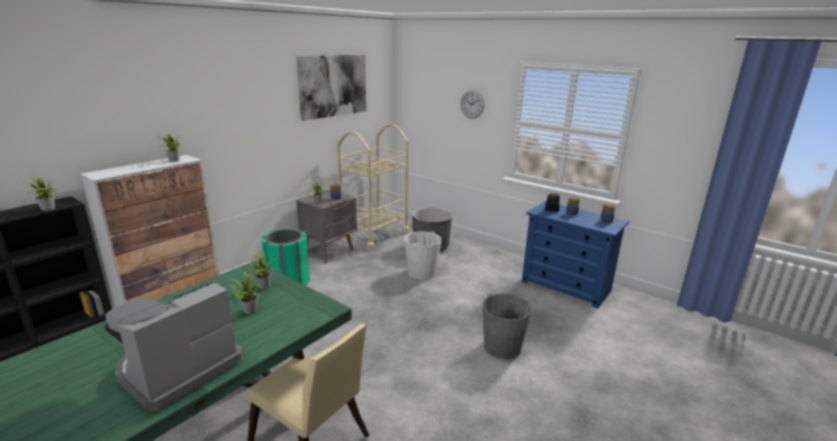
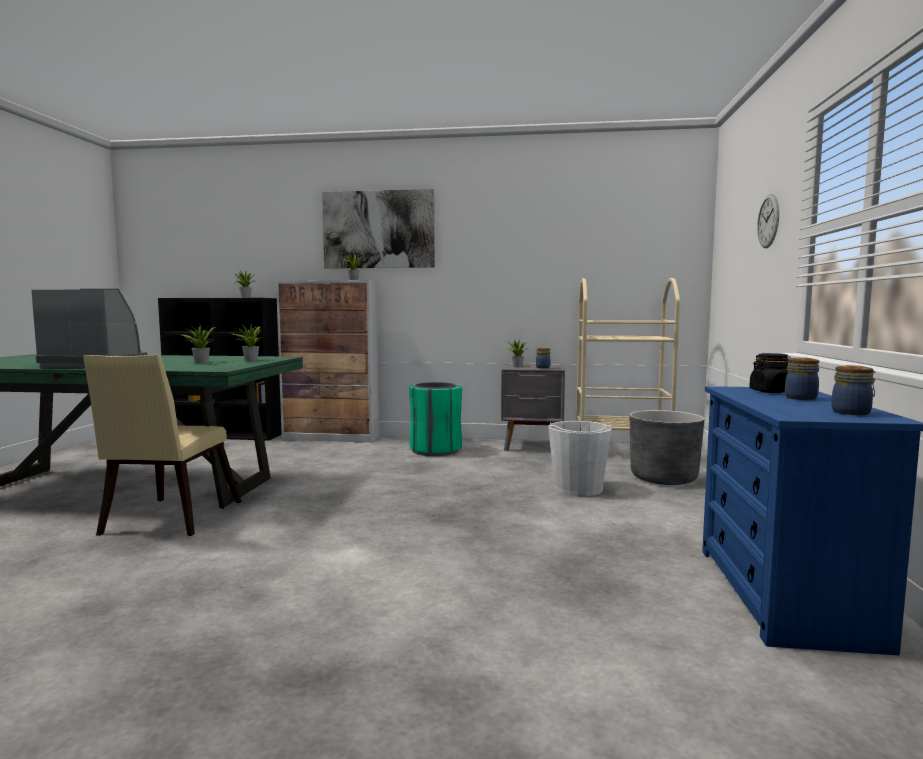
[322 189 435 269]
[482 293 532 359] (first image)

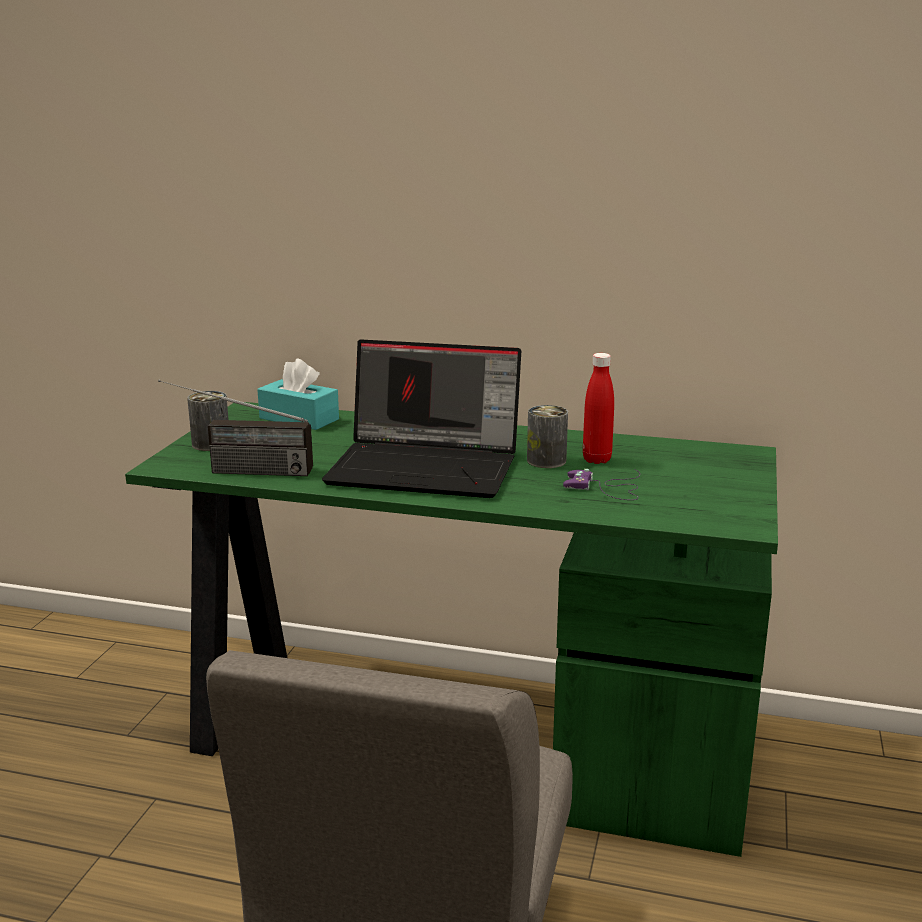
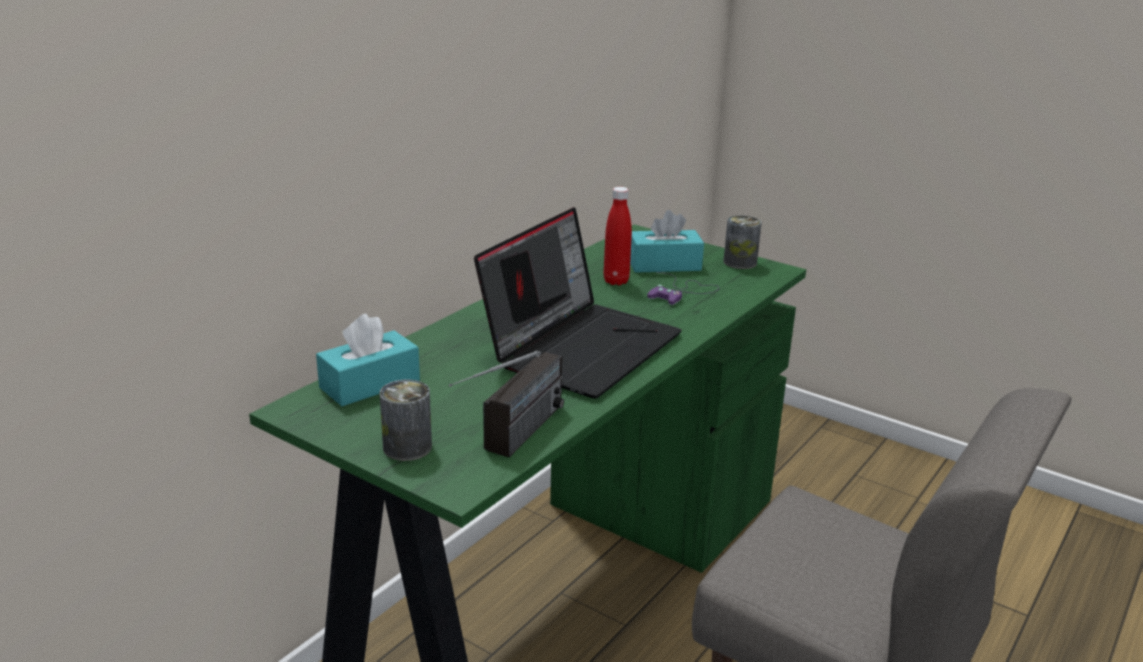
[723 215 762 269]
[630 210 704 273]

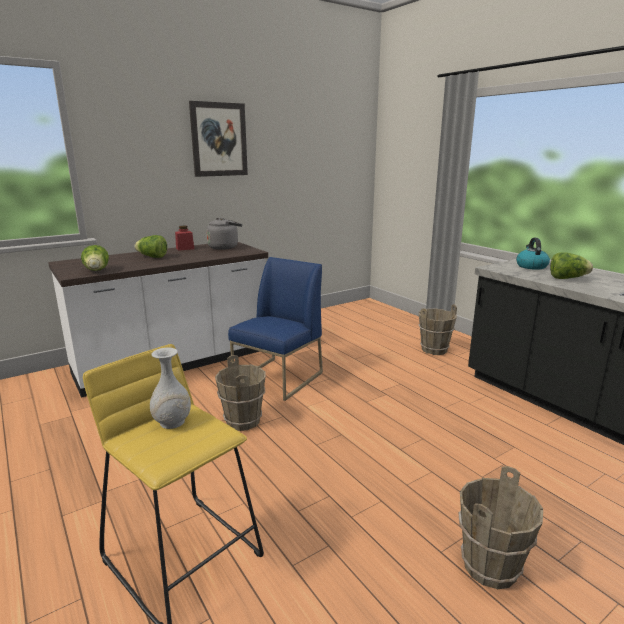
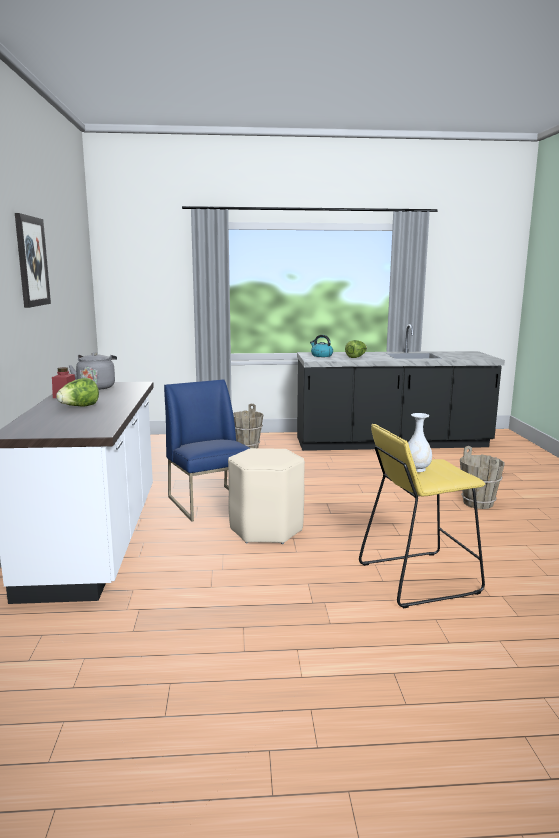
[81 245 109 271] (first image)
[228 448 305 544]

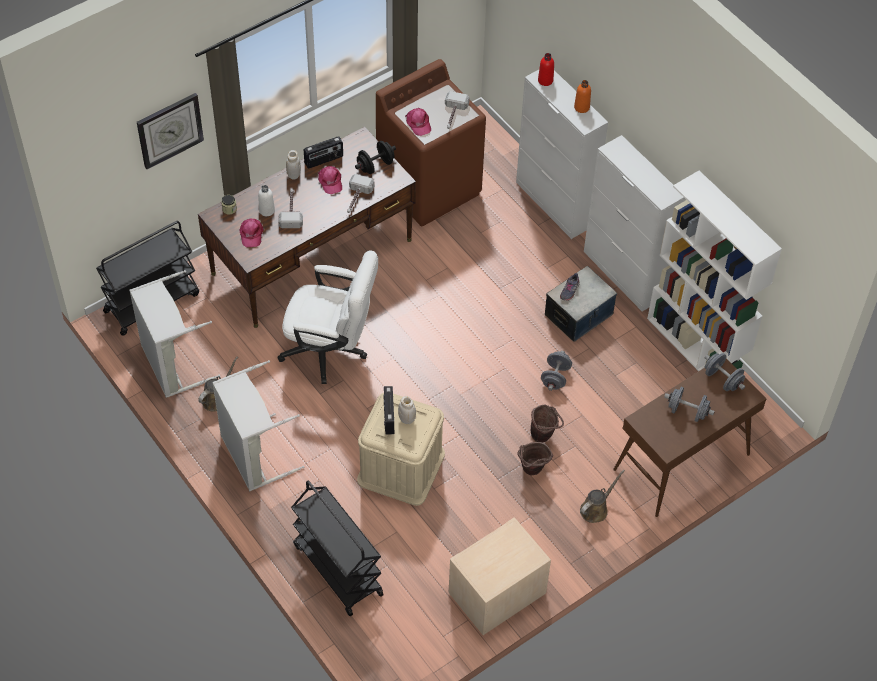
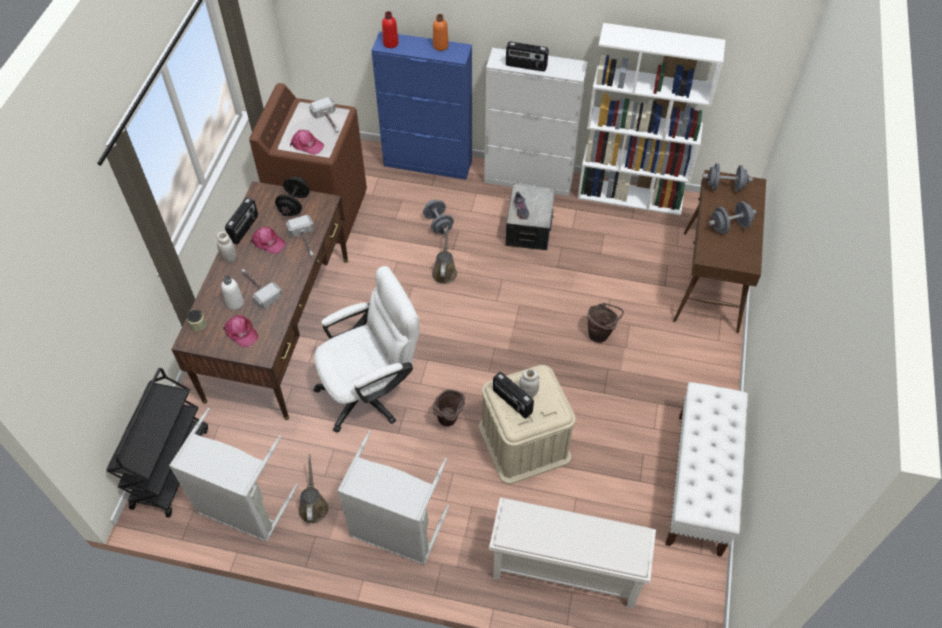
[371 31 472 180]
[137 93 204 169] (first image)
[423 200 454 234]
[432 389 465 426]
[432 226 457 284]
[489 498 656 608]
[665 382 748 557]
[506 42 549 72]

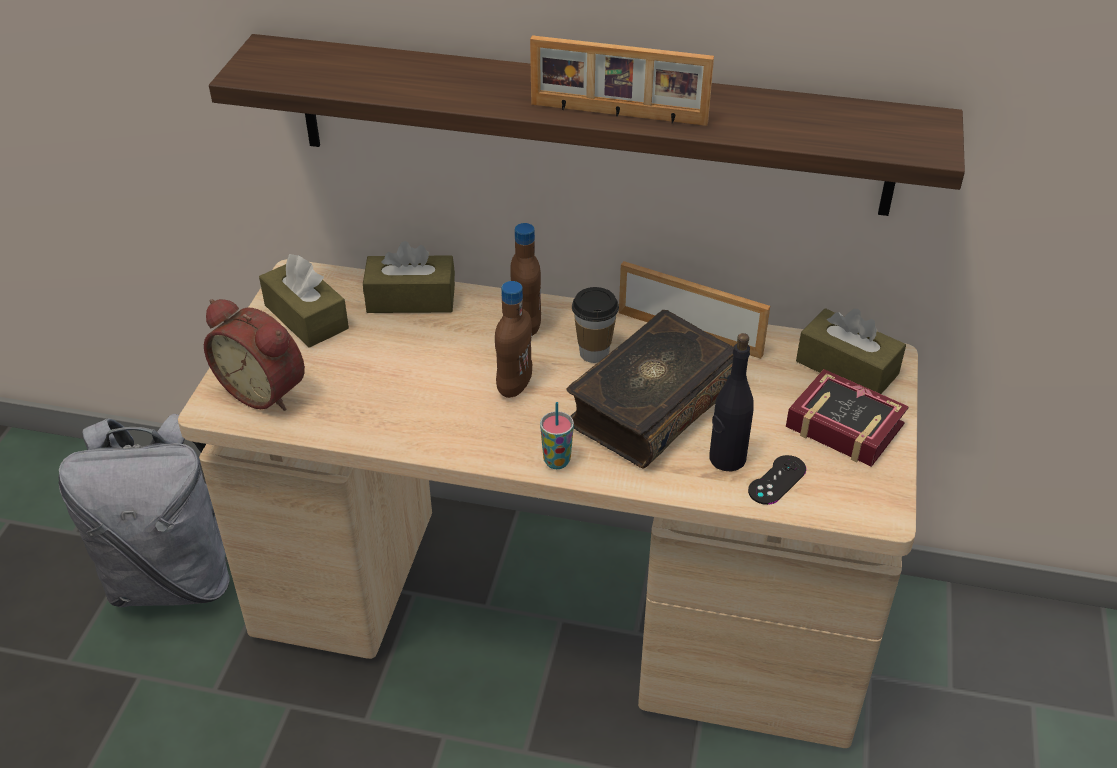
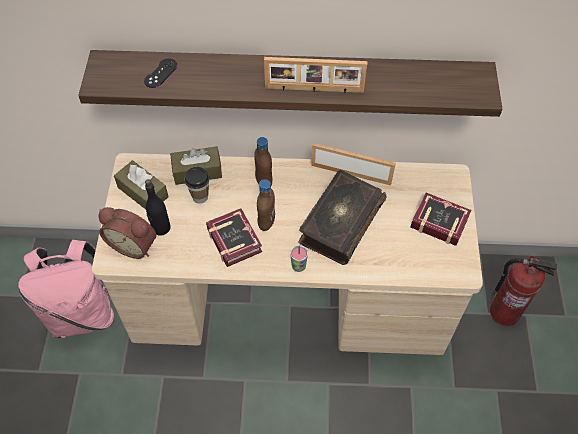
[184 167 210 204]
[796 308 906 394] (first image)
[145 179 170 236]
[18 240 114 338]
[144 59 177 88]
[206 208 262 267]
[490 256 558 326]

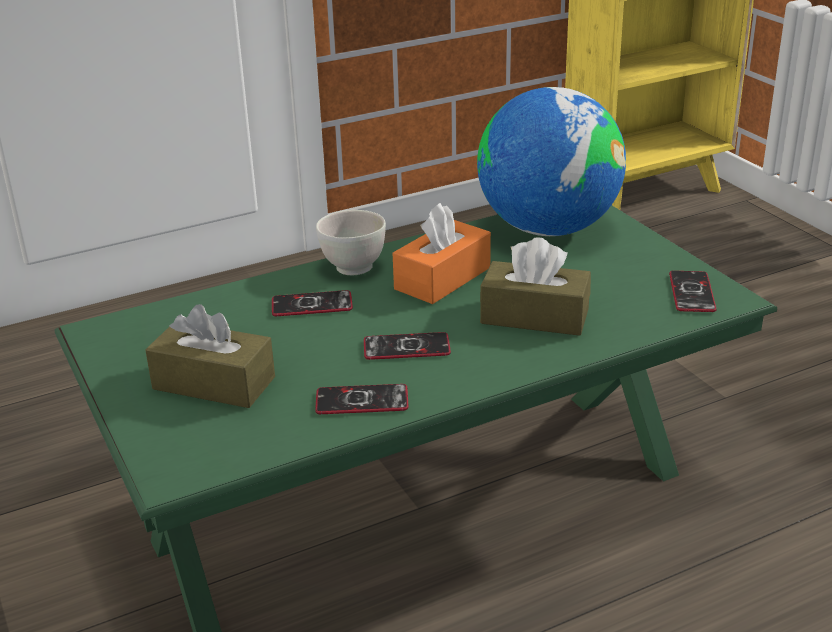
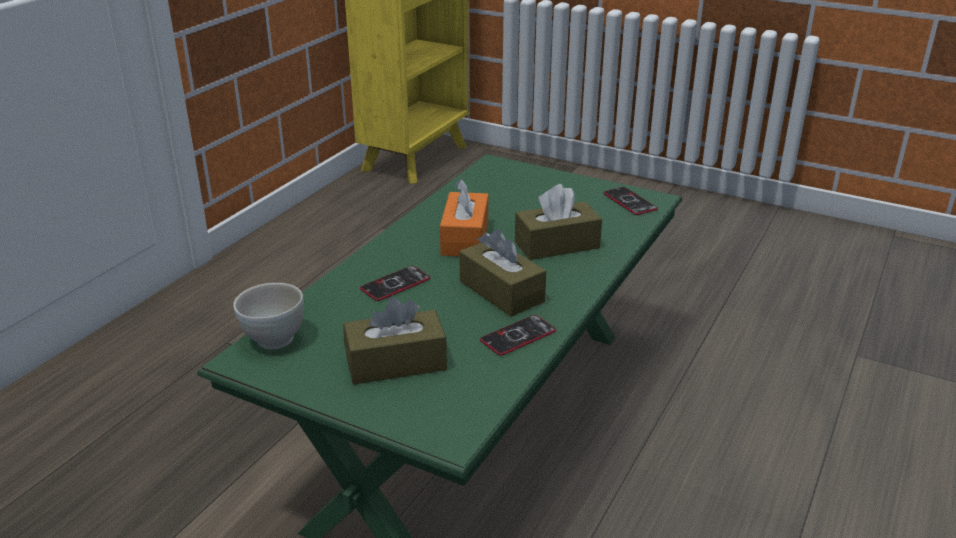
[477 87 626 236] (first image)
[233 283 304 349]
[459 229 546 316]

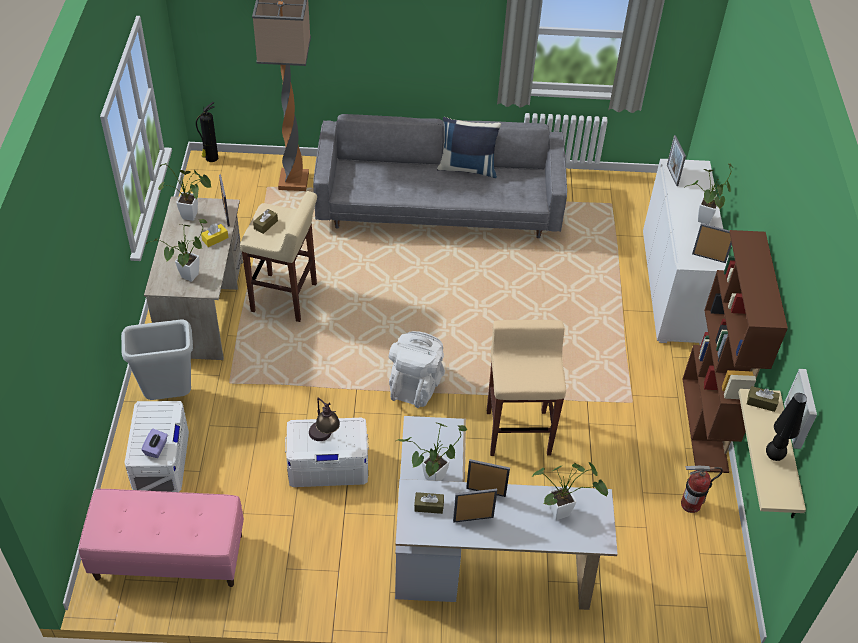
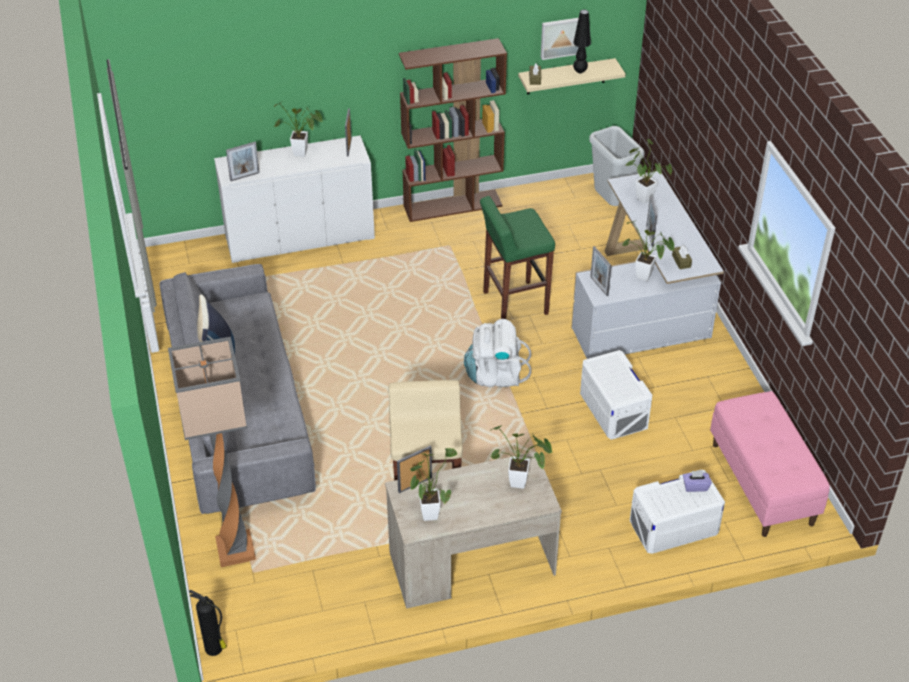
[253 209 278 234] (first image)
[201 223 228 247] (first image)
[589 126 645 206]
[480 196 555 319]
[309 397 340 441] (first image)
[681 466 723 513] (first image)
[590 246 611 296]

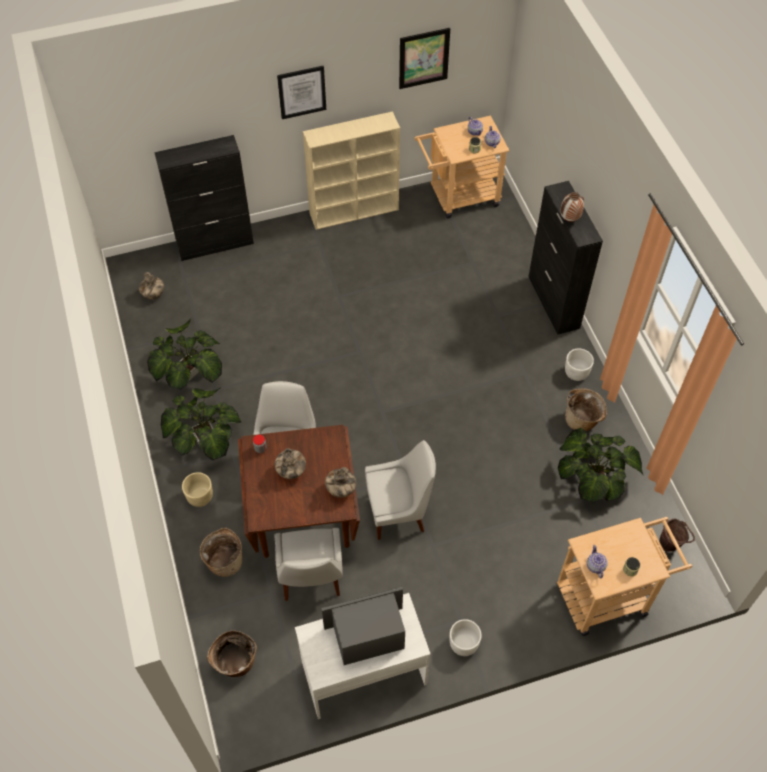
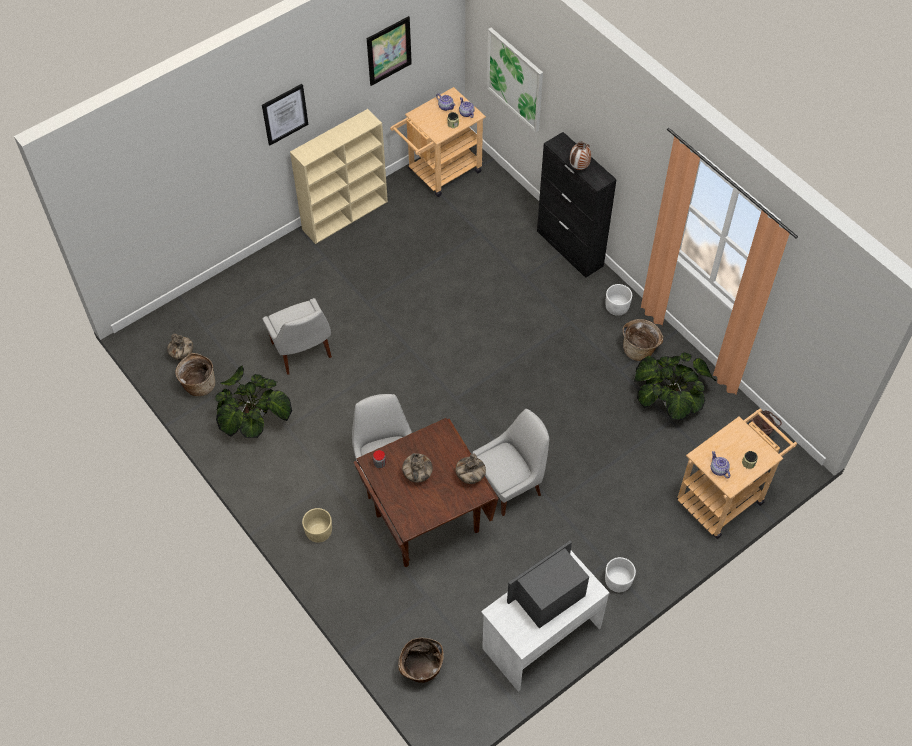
[154 135 254 261] (first image)
[161 387 241 461] (first image)
[175 353 215 396]
[262 298 332 375]
[487 28 543 132]

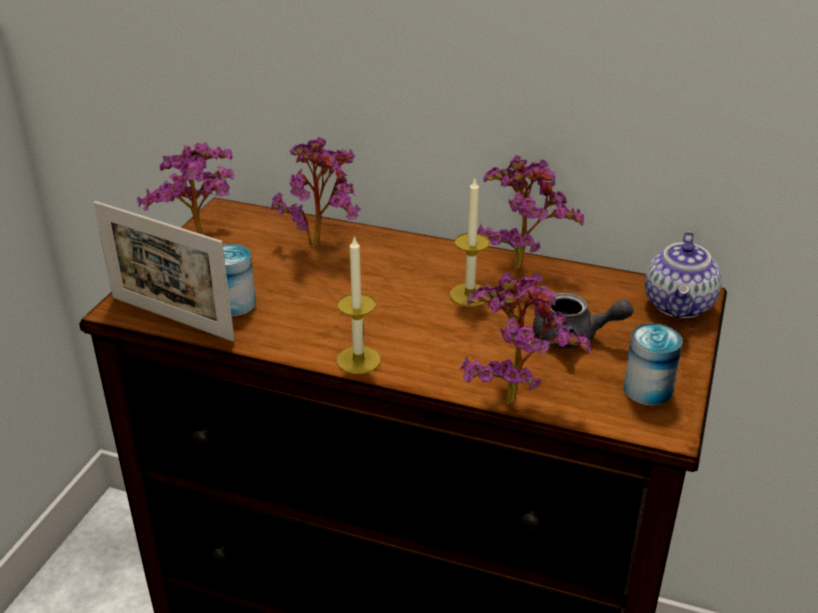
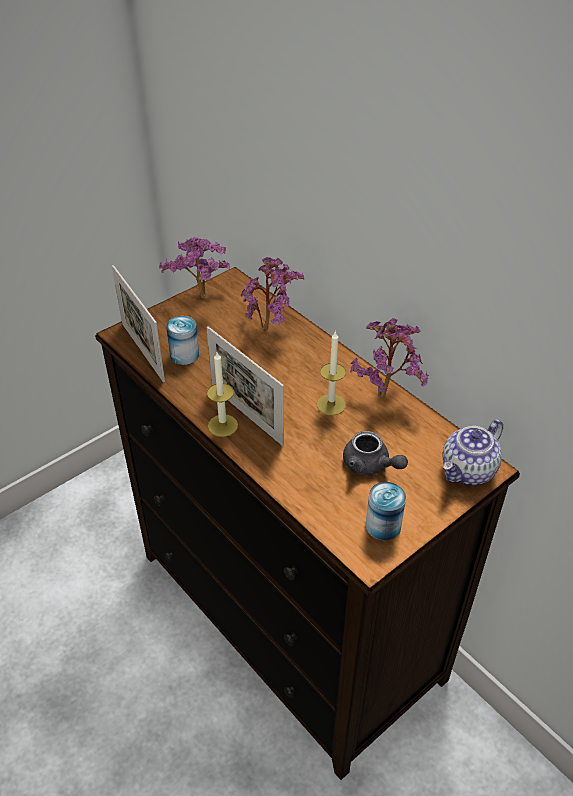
[460 272 591 404] (first image)
[207 326 284 446]

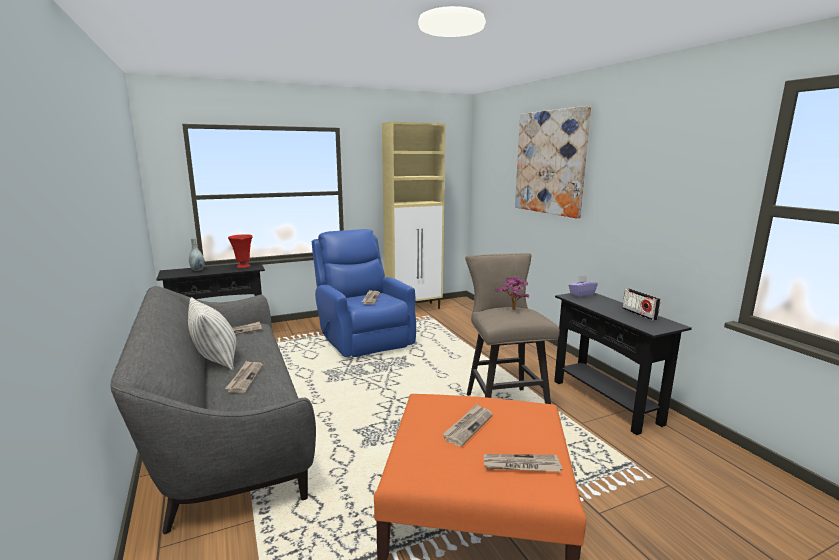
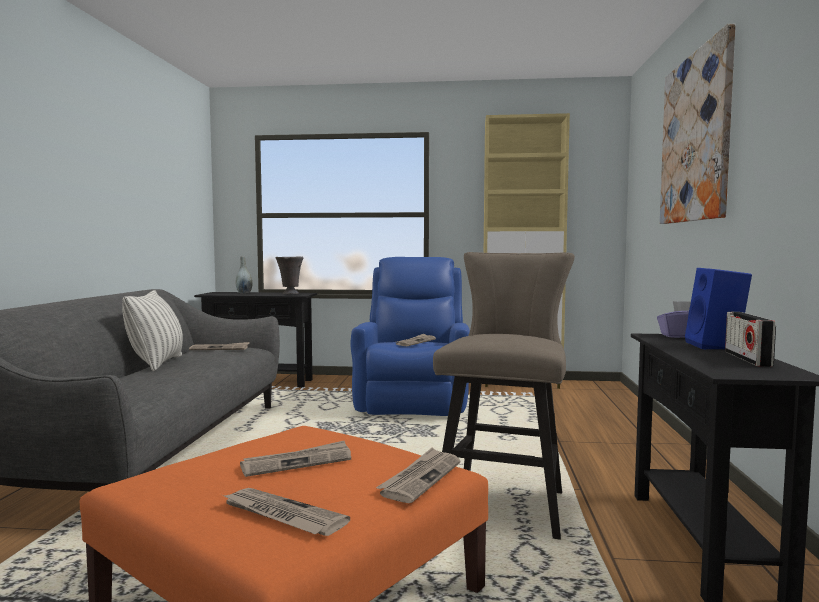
[275 257 303 294]
[495 276 529 310] (first image)
[376 447 461 503]
[685 268 752 349]

